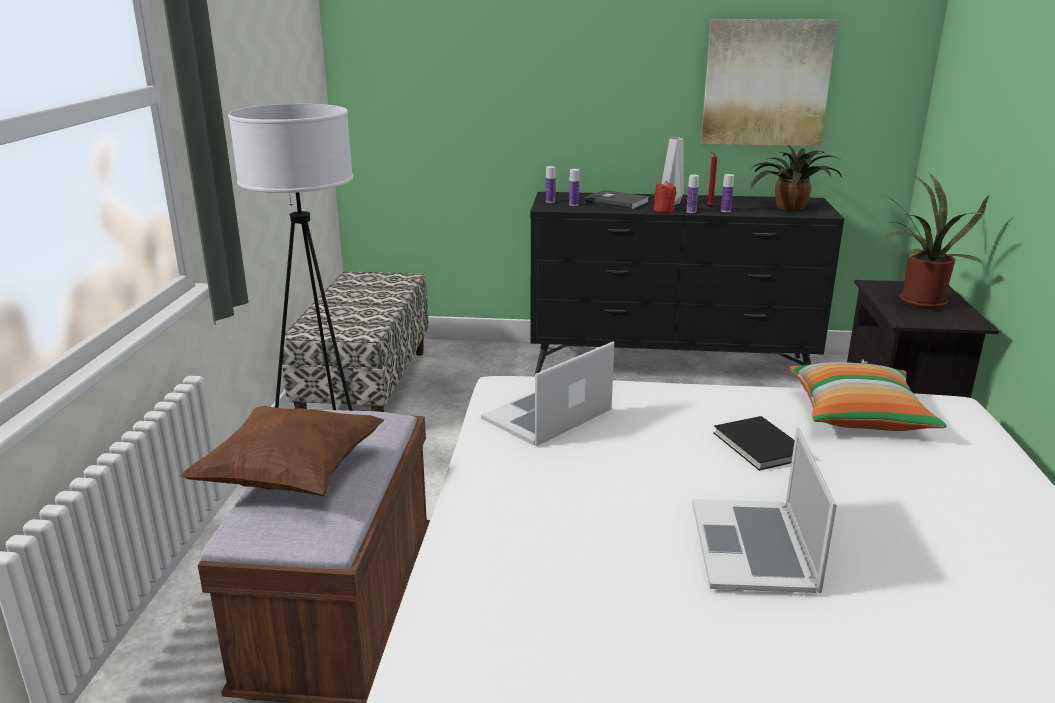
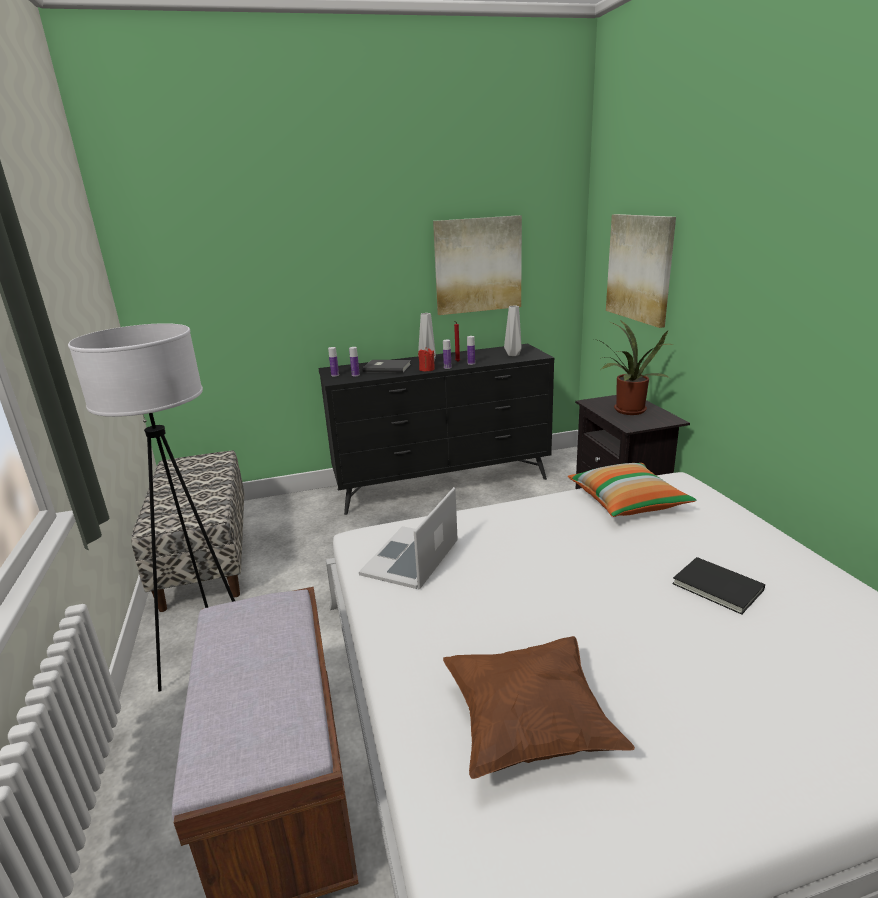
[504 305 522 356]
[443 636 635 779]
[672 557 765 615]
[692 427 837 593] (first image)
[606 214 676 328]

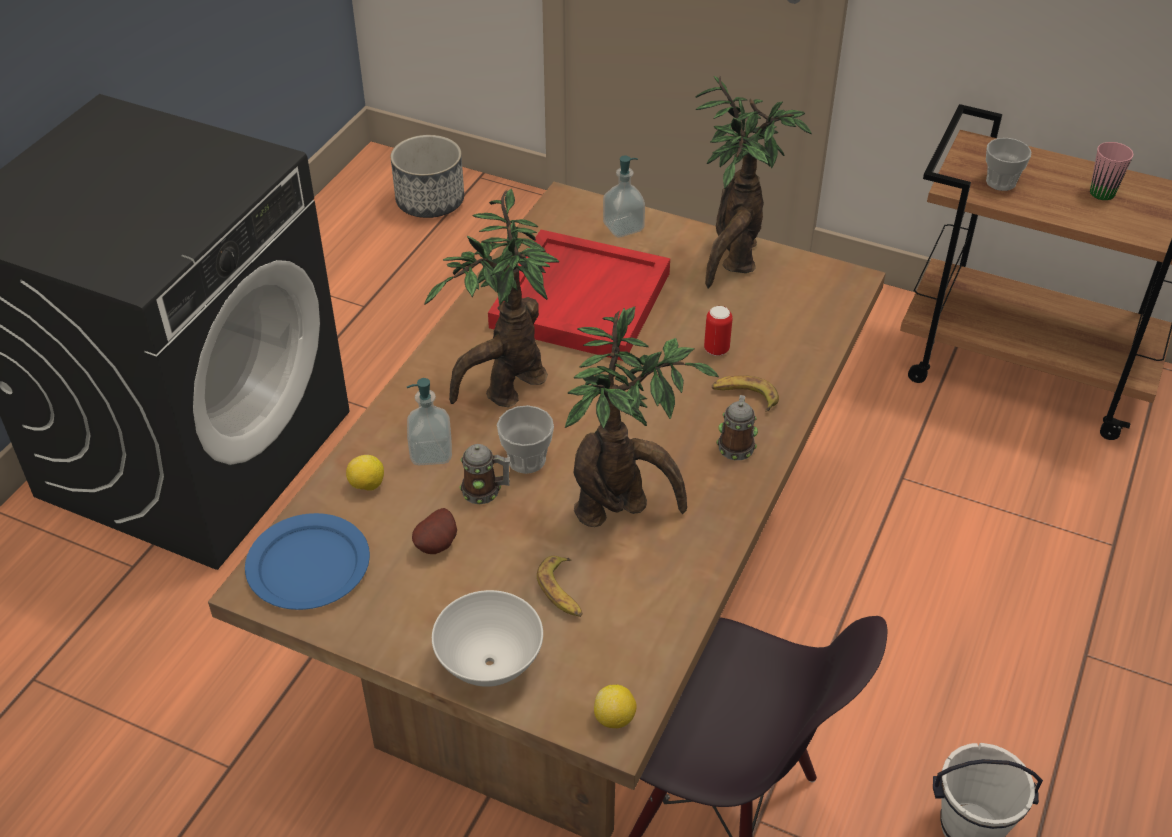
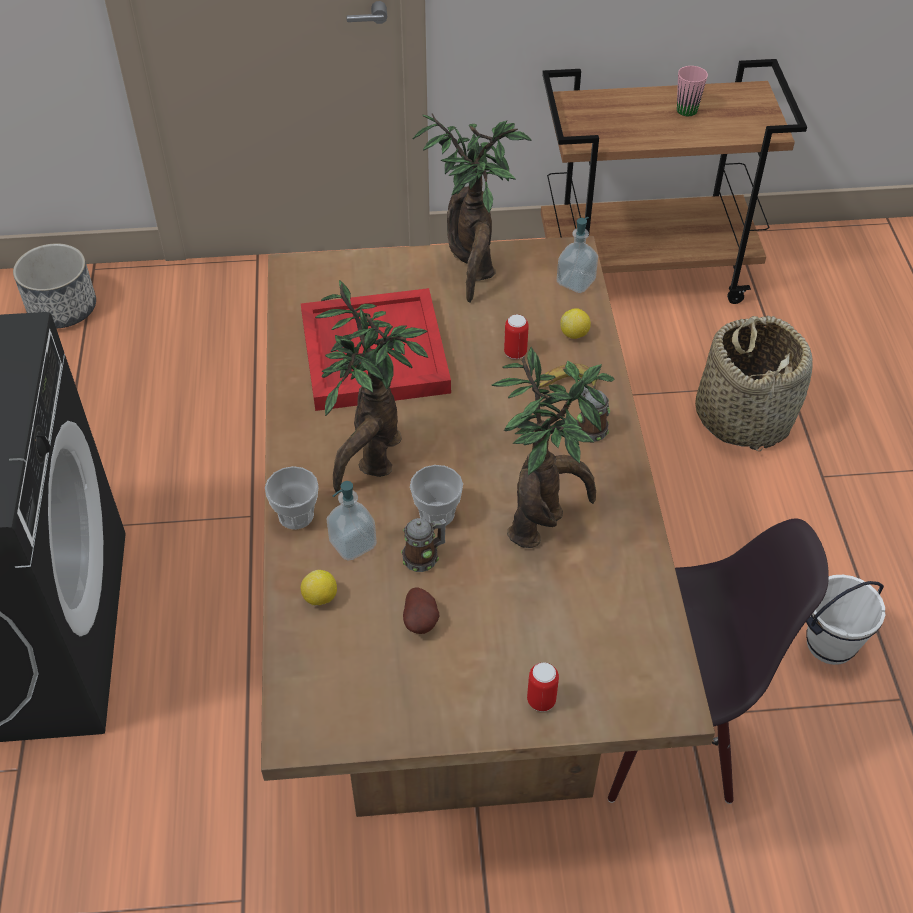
[265 466 319 530]
[557 217 598 293]
[245 513 370 610] (first image)
[537 556 583 617] (first image)
[527 662 559 712]
[560 308 591 339]
[695 316 812 451]

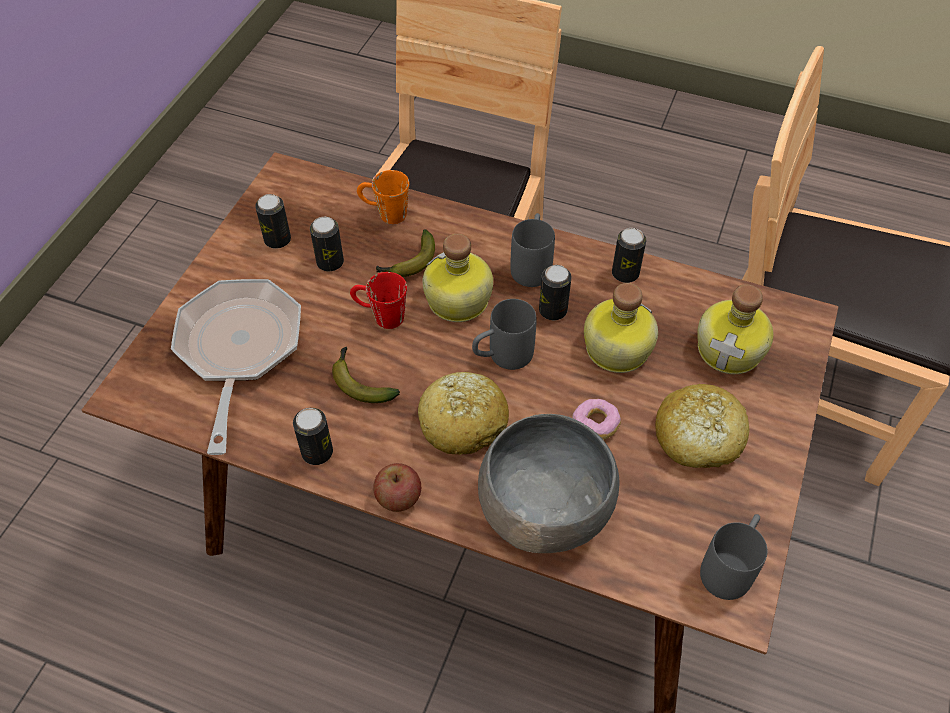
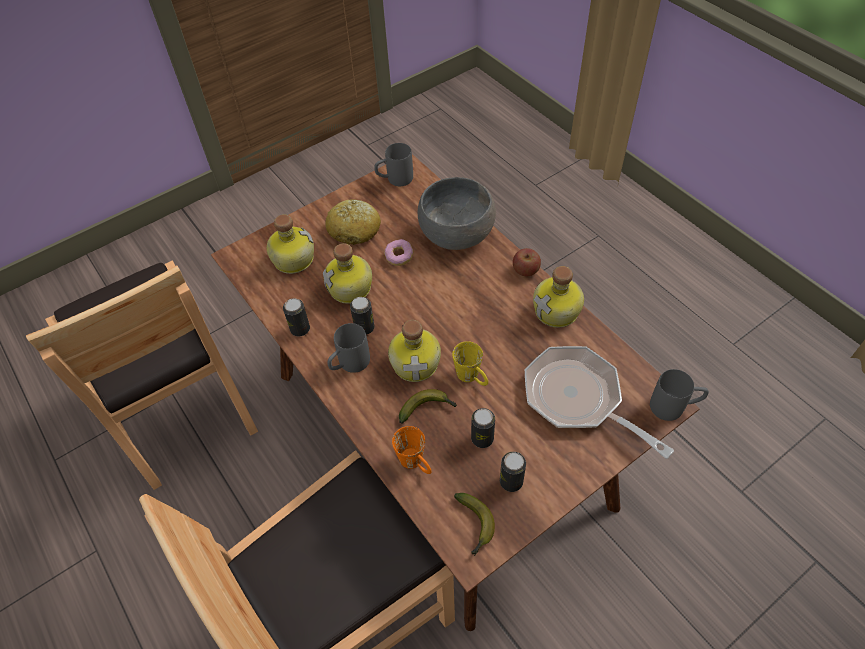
[452 341 488 386]
[525 346 674 459]
[650 369 709 421]
[454 493 495 556]
[418 372 509 455] (first image)
[533 266 584 328]

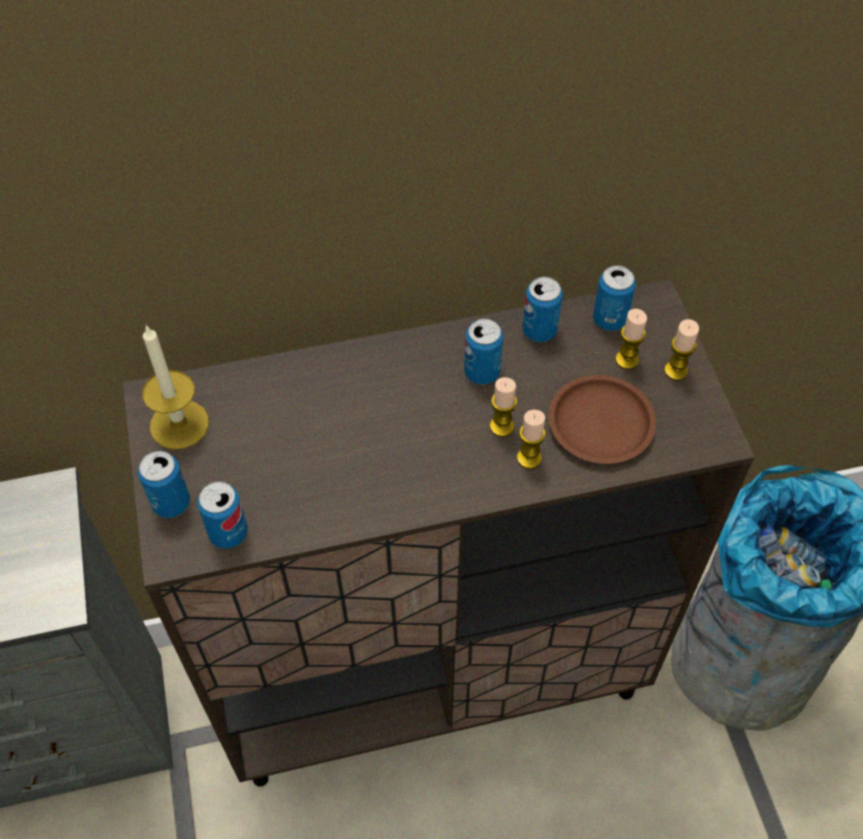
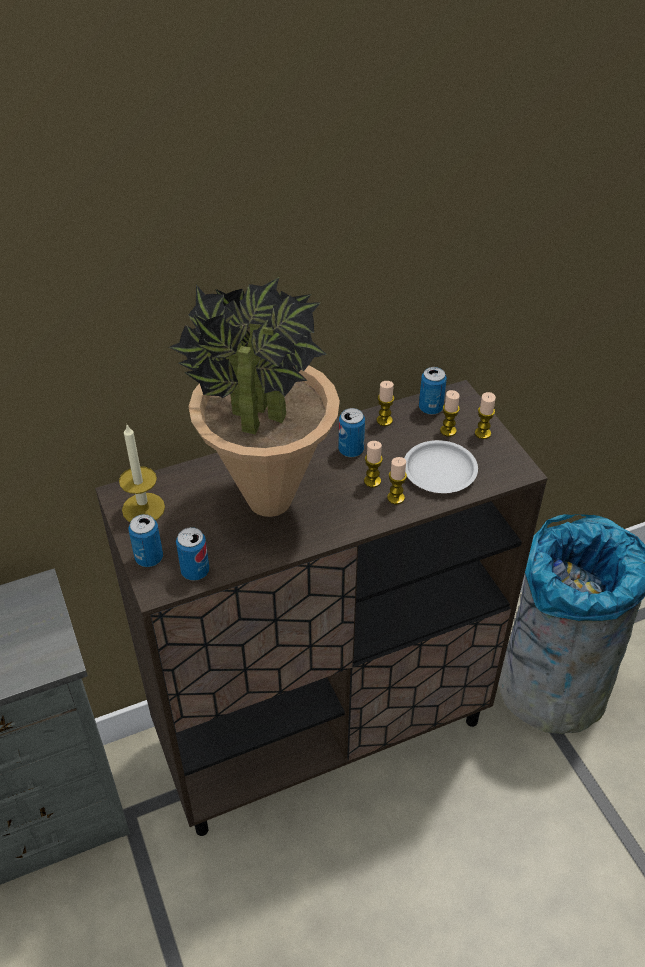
[377 381 394 426]
[404 440 478 493]
[169 277 340 517]

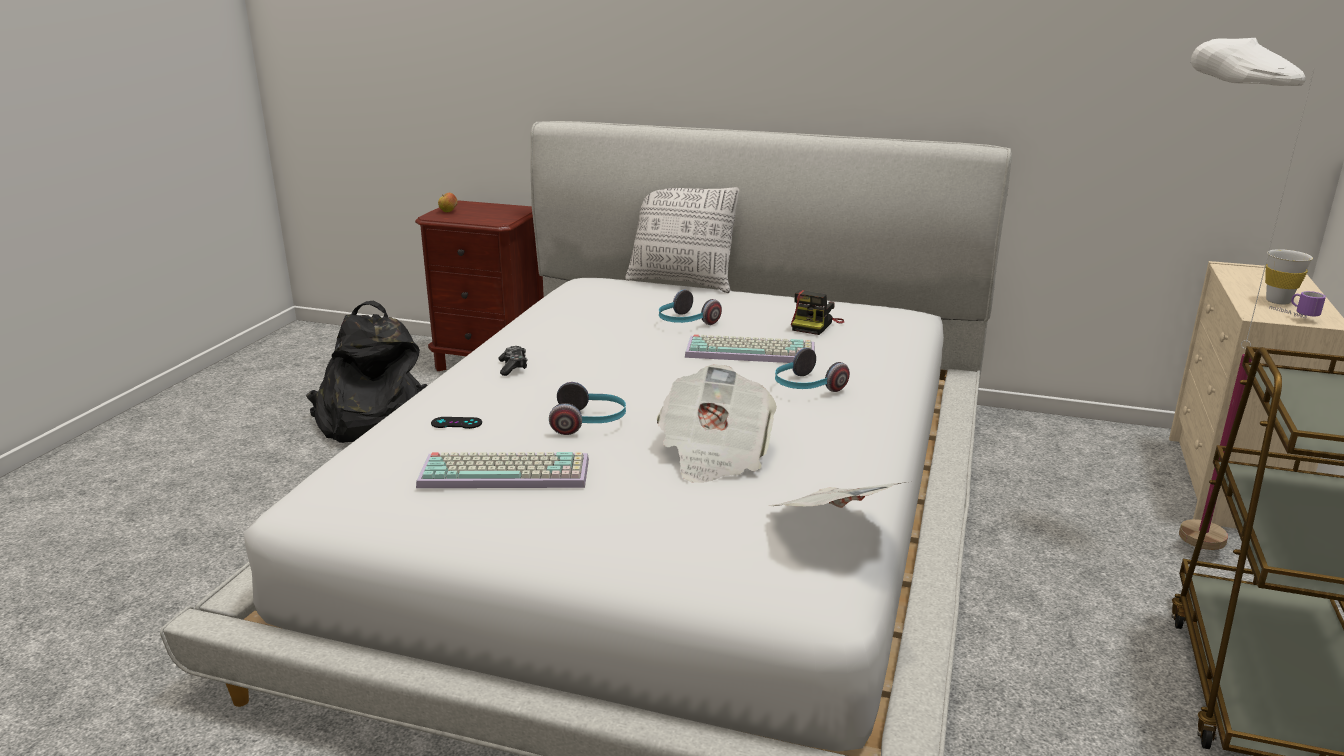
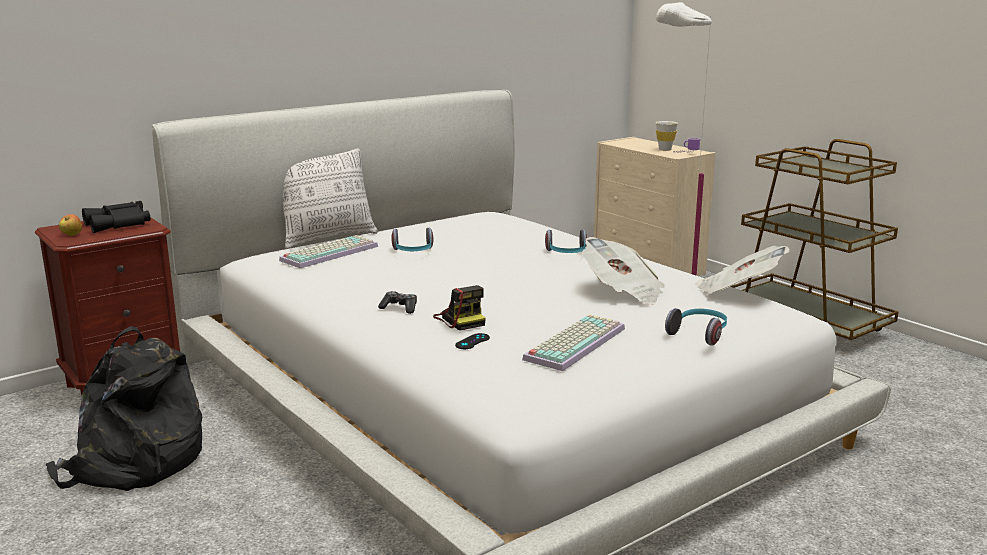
[433 285 486 331]
[279 235 378 268]
[665 308 727 346]
[82 201 150 233]

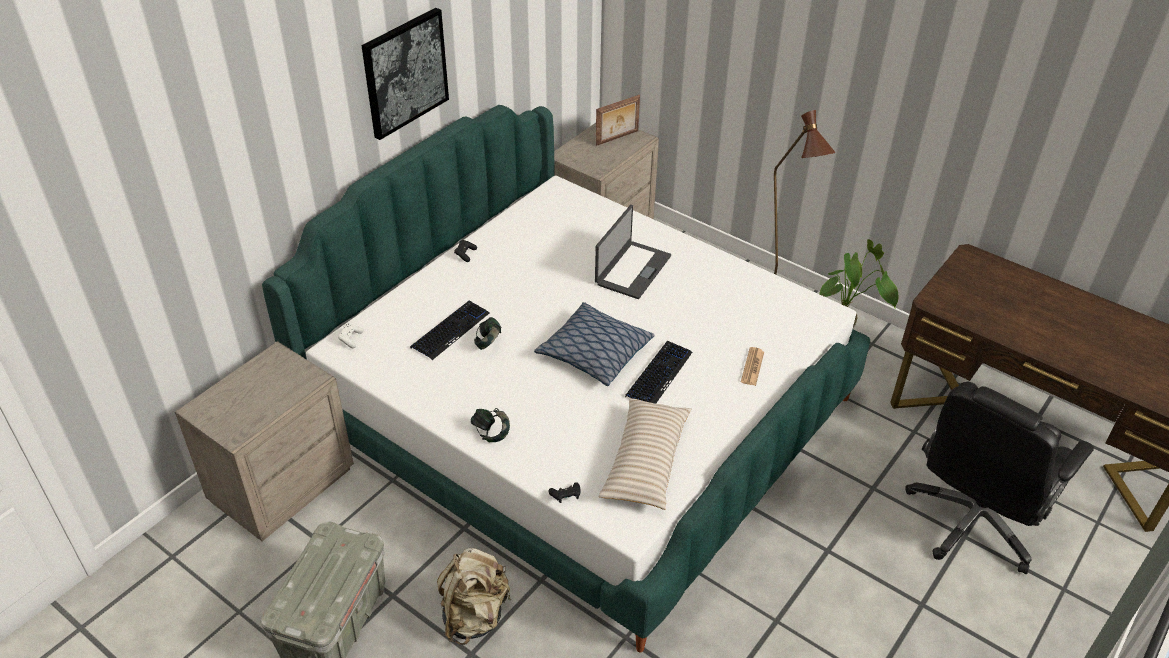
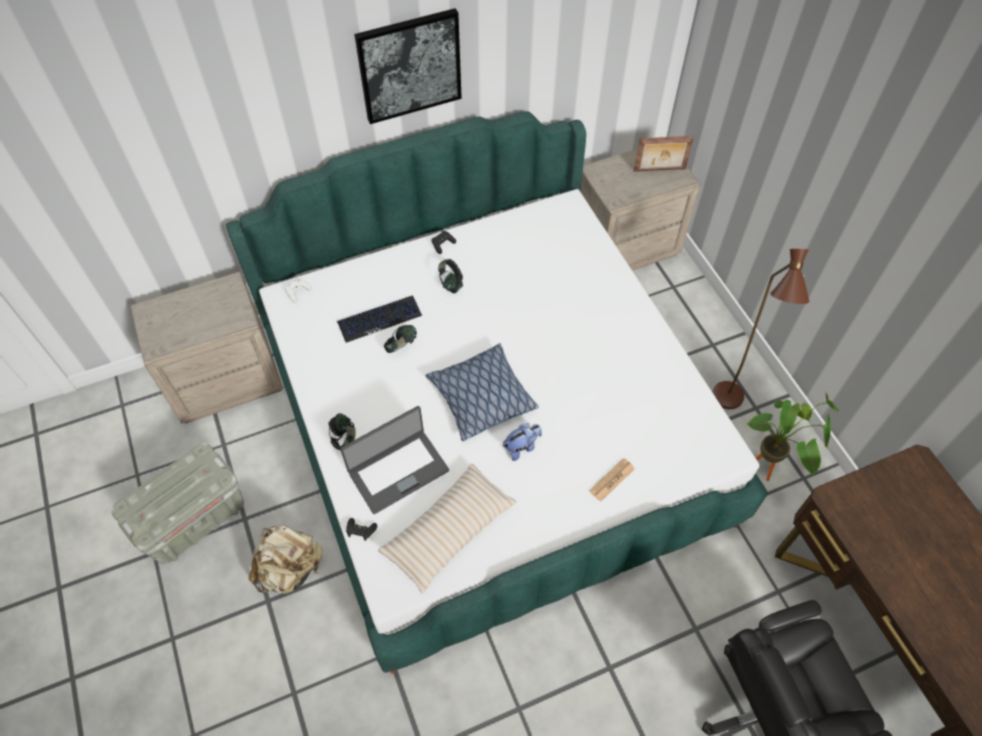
[340 406 449 514]
[503 423 542 461]
[438 259 463 294]

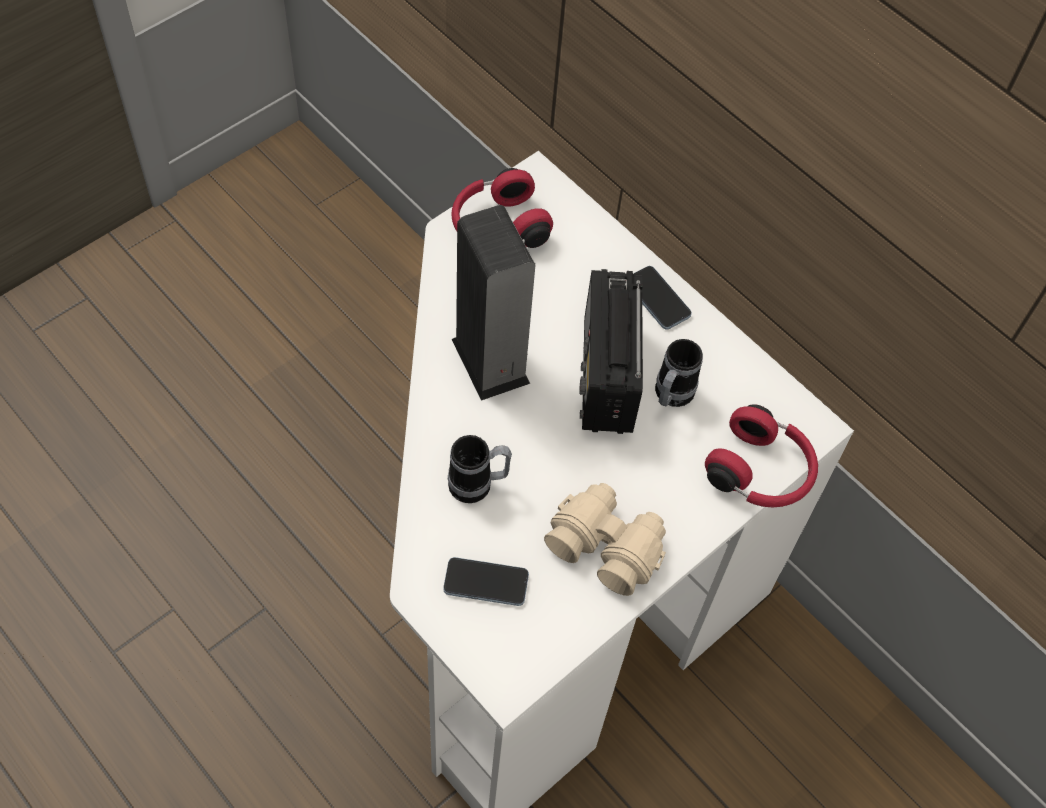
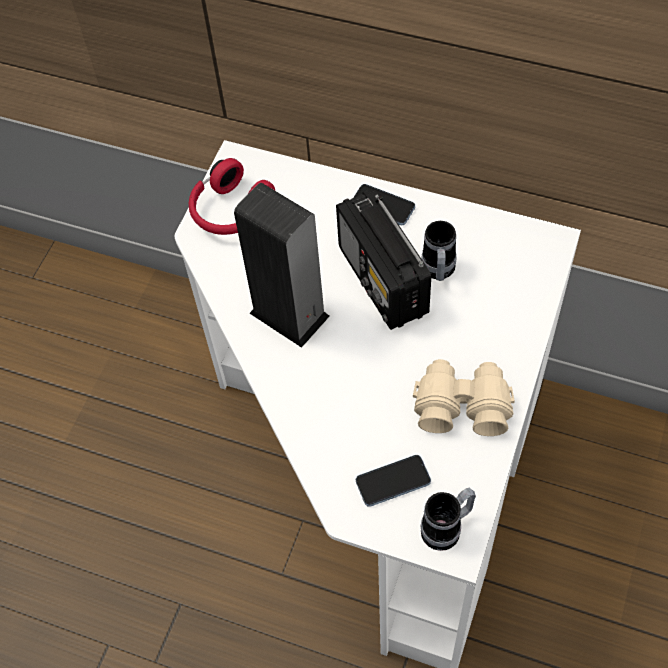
[705 404 818 507] (first image)
[421 488 476 551]

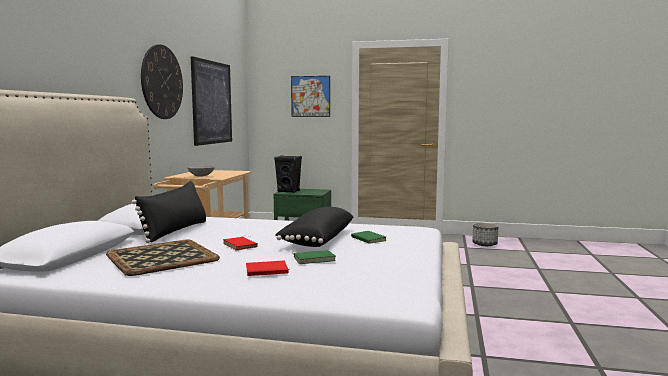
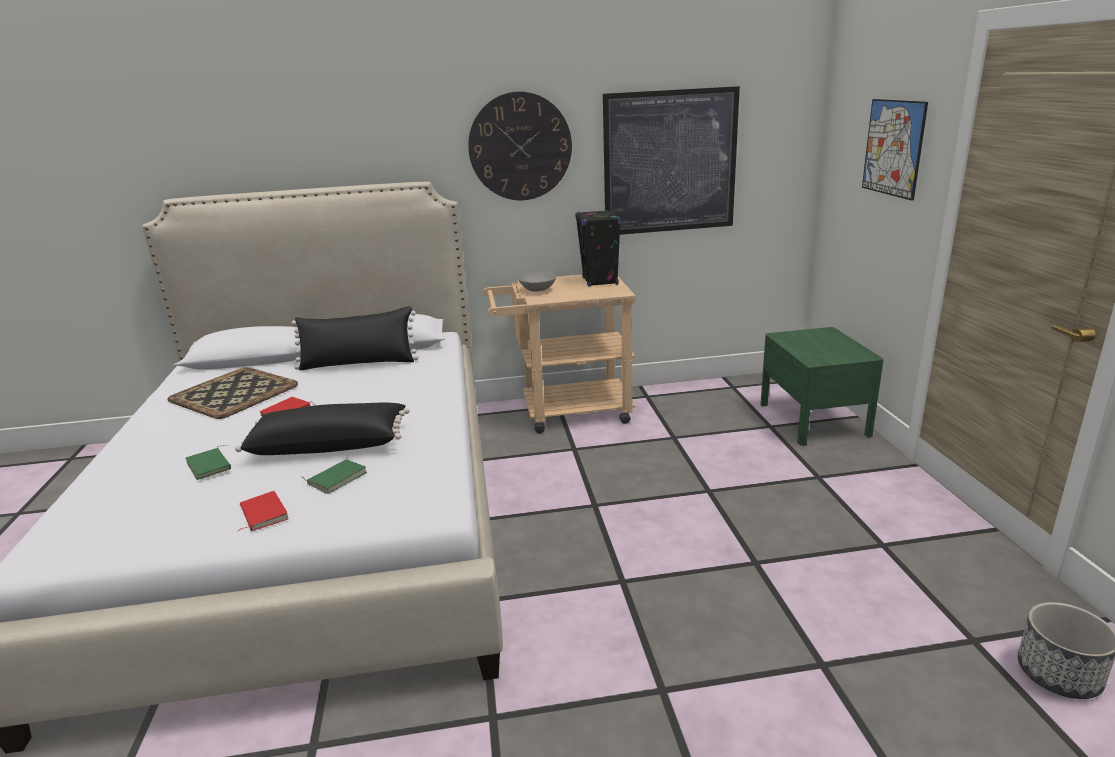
[575 210 621 287]
[237 491 289 532]

